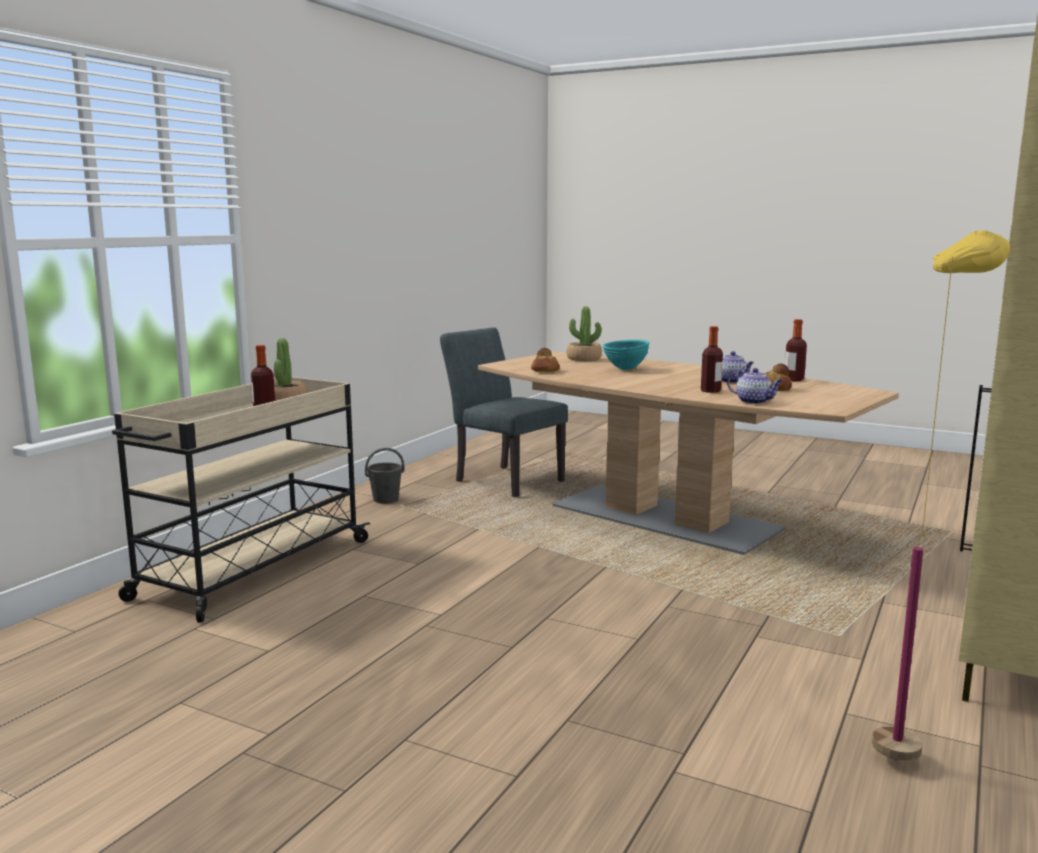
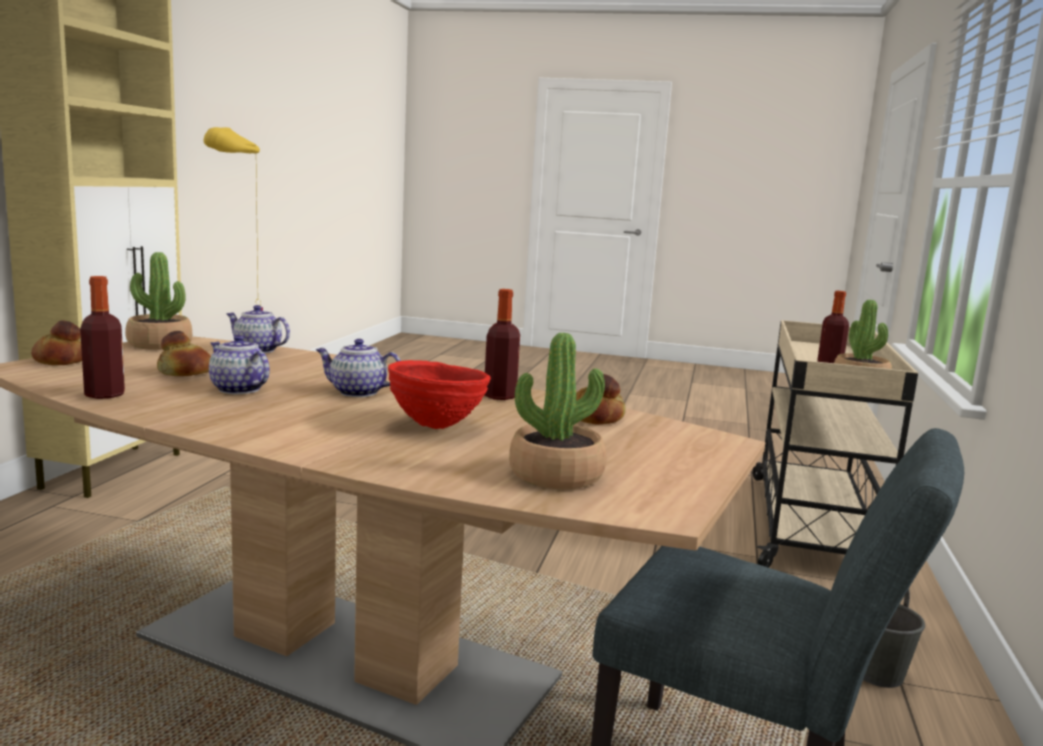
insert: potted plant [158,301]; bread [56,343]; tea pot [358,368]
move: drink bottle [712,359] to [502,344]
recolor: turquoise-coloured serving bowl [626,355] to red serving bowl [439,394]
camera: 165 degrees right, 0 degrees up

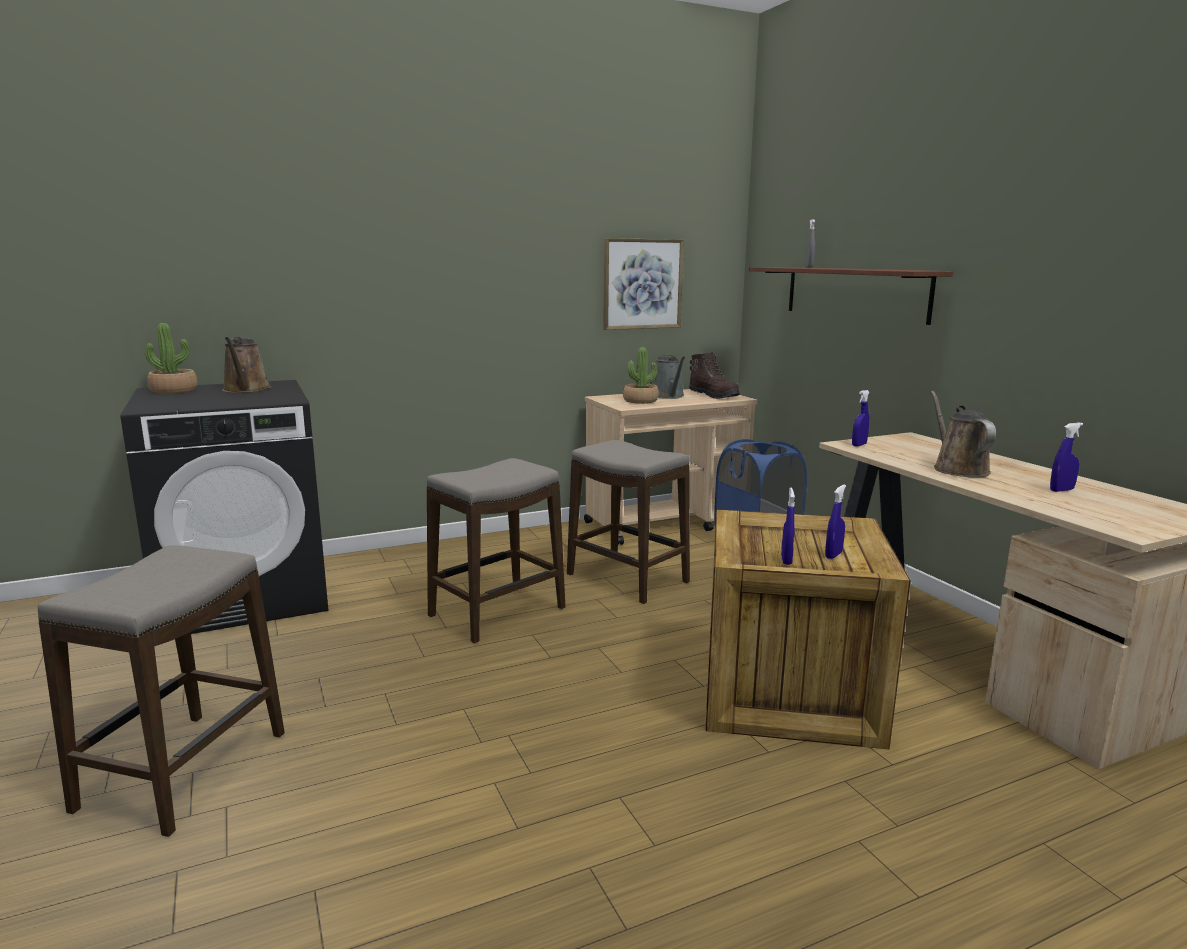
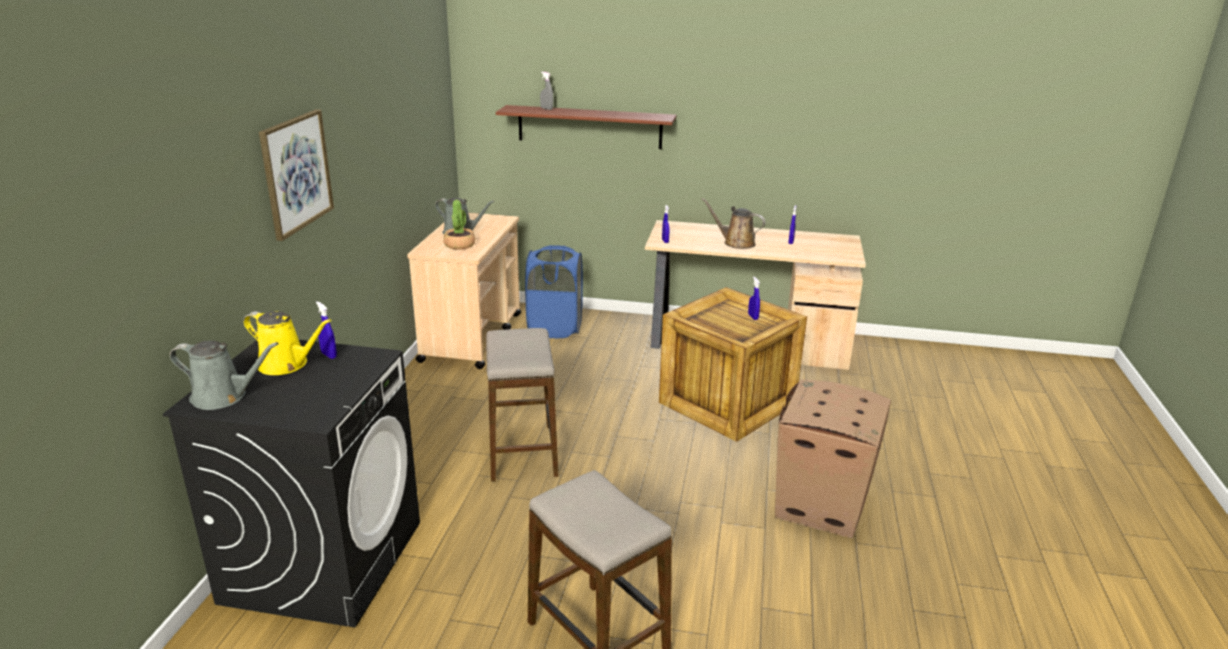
delete: brownish tall boot [714,375]; stool [628,522]
insert: cardboard box [833,459]
move: wall picture [643,284] to [296,175]; bluish sprayer [788,526] to [326,330]
replace: potted plant [171,358] to gray sprinkling can [224,375]
recolor: brownish sprinkling can [246,364] to yellowish sprinkling can [287,343]
camera: 55 degrees left, 10 degrees up

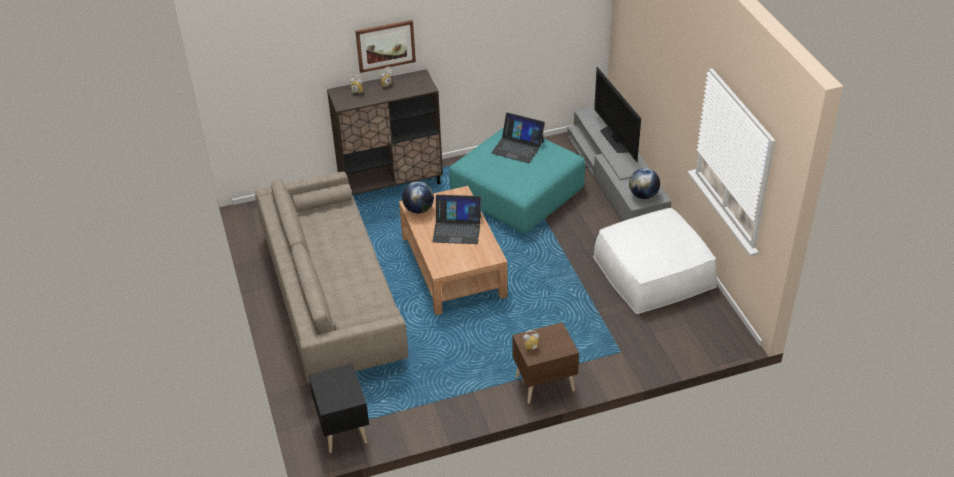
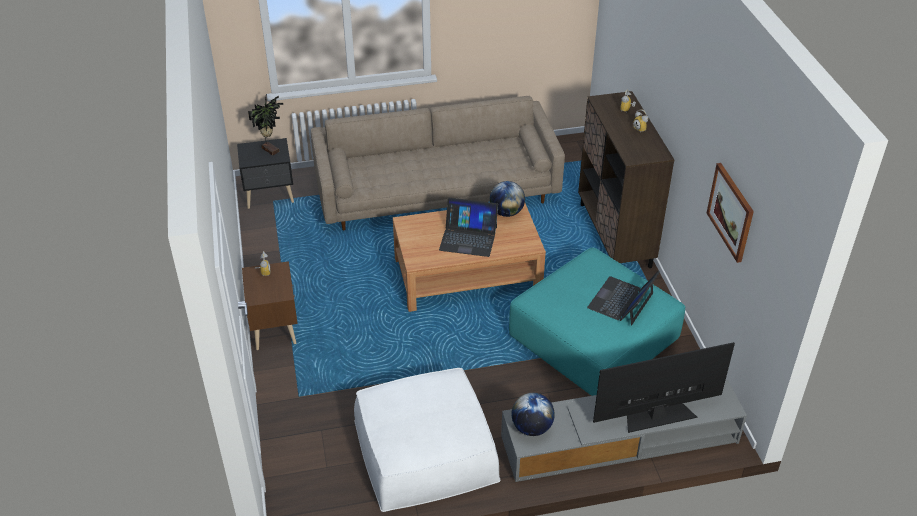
insert: potted plant [265,125]
move: wall picture [385,46] to [730,213]
rotate: laptop [456,219] = [468,227] 90 degrees counterclockwise
camera: 95 degrees right, 0 degrees up

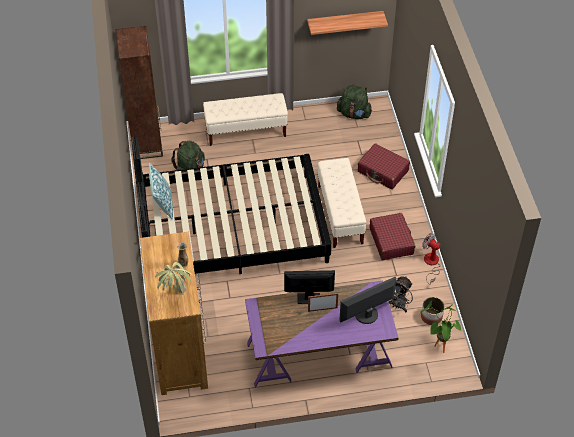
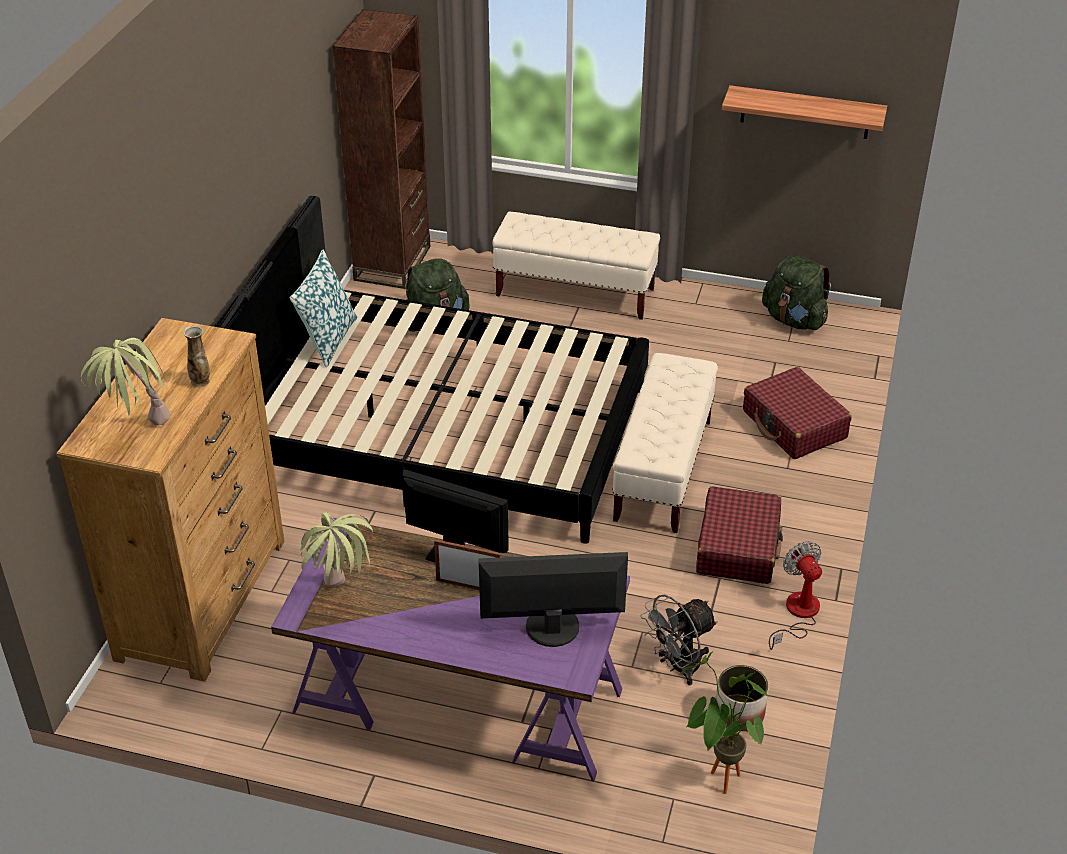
insert: potted plant [336,549]
camera: 25 degrees right, 10 degrees down

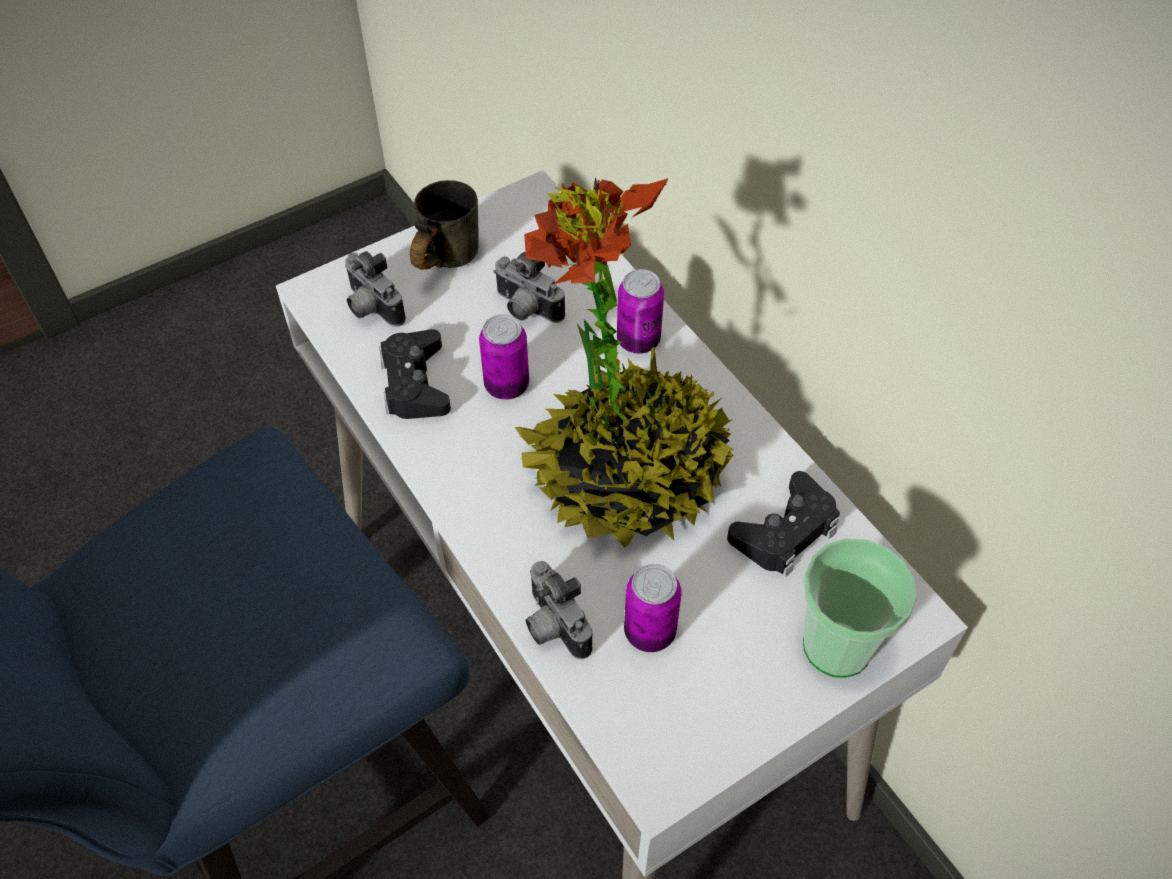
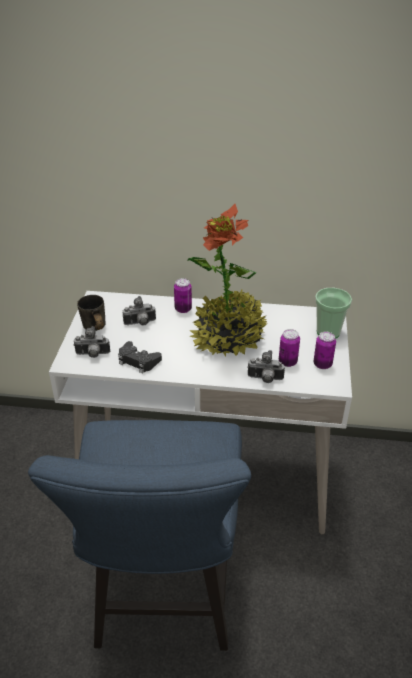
delete: blackish gamepad [783,524]
move: sealed can [504,357] to [324,350]
camera: 50 degrees left, 15 degrees down

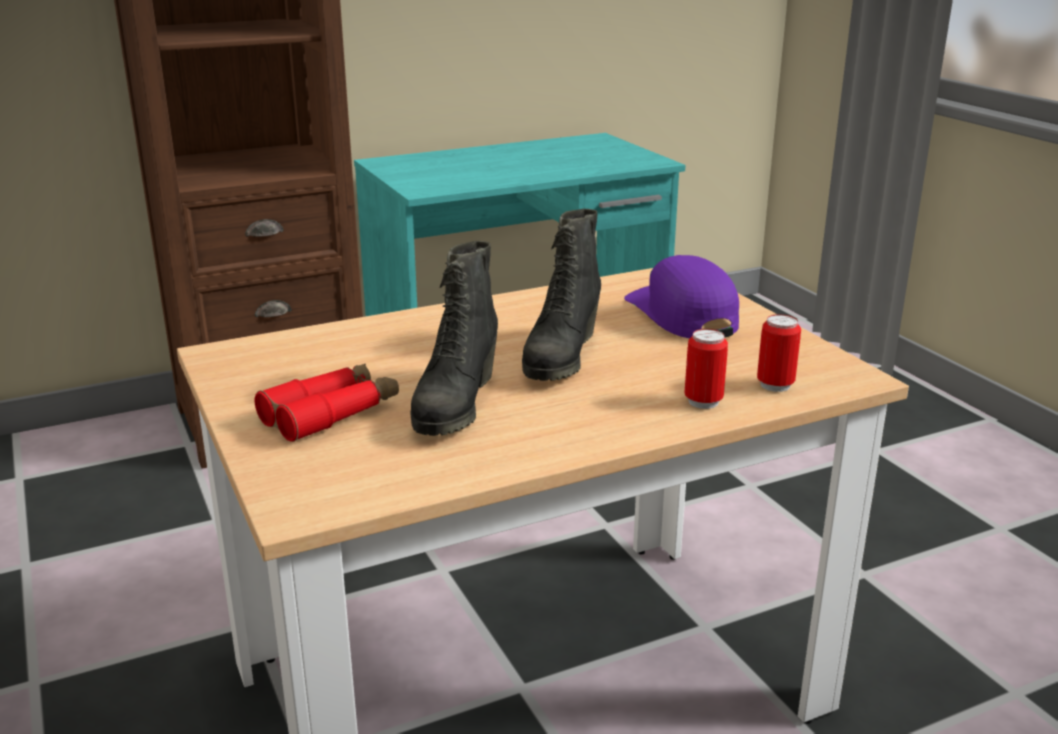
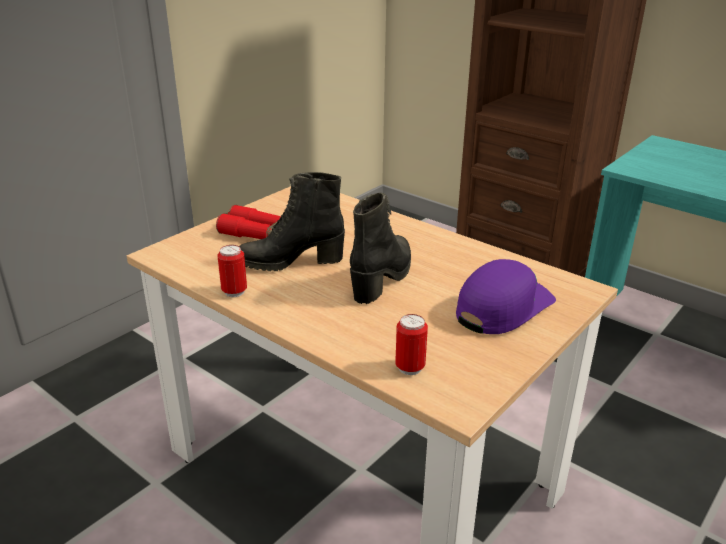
move: sealed can [706,369] to [232,271]
rotate: blackish tall boot [561,295] = [380,248] 120 degrees clockwise
camera: 65 degrees right, 5 degrees up

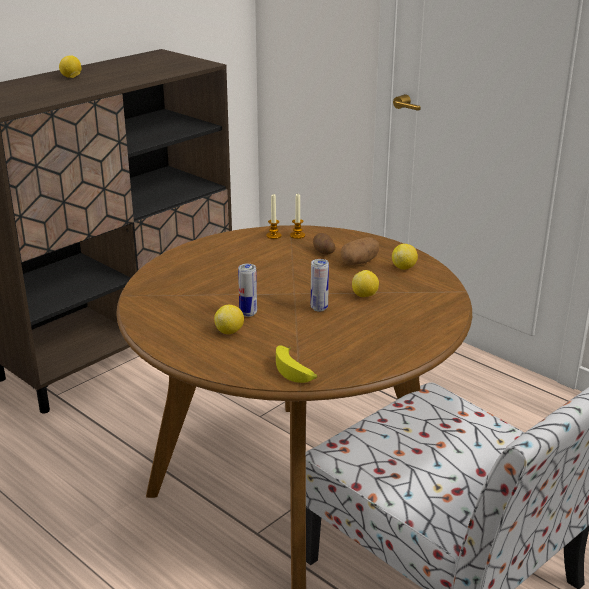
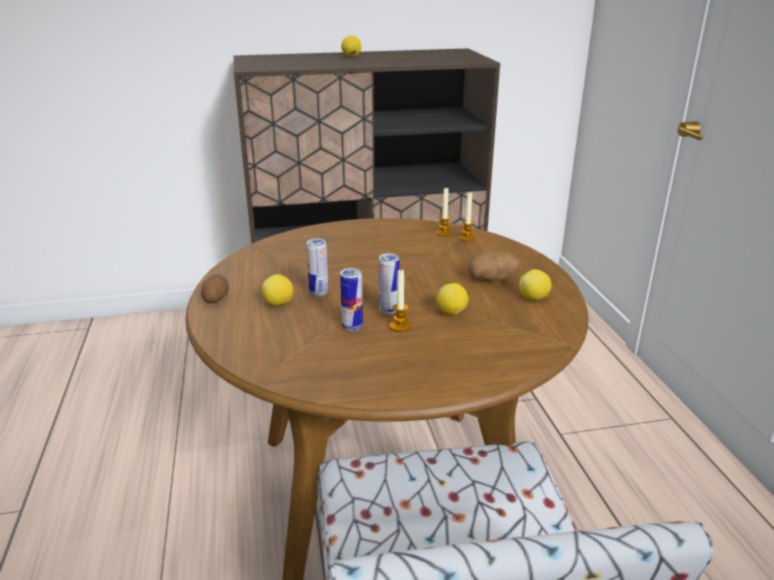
delete: banana fruit [296,364]
insert: sealed can [351,299]; candle [400,301]
move: spud [324,244] to [215,289]
camera: 35 degrees right, 0 degrees up

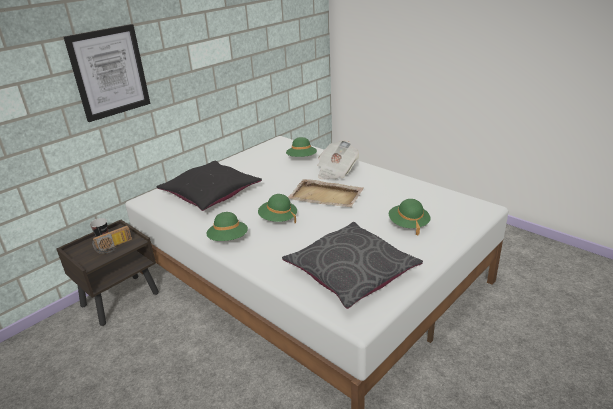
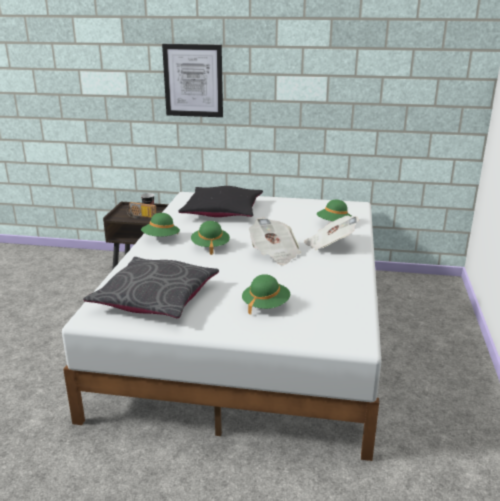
replace: sand-coloured serving tray [326,193] to printed paper [275,241]
camera: 55 degrees right, 5 degrees down

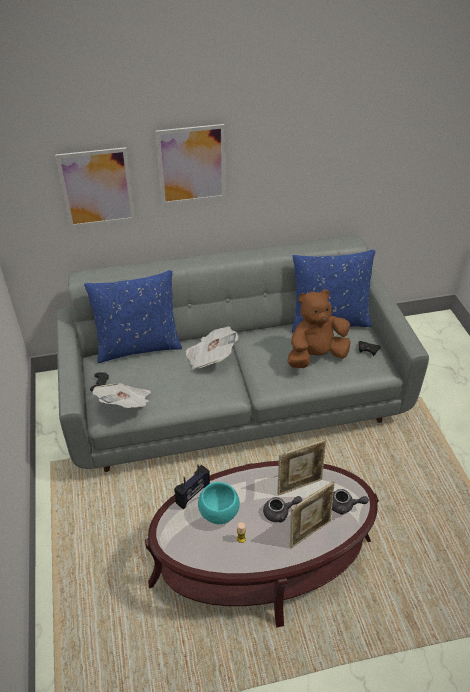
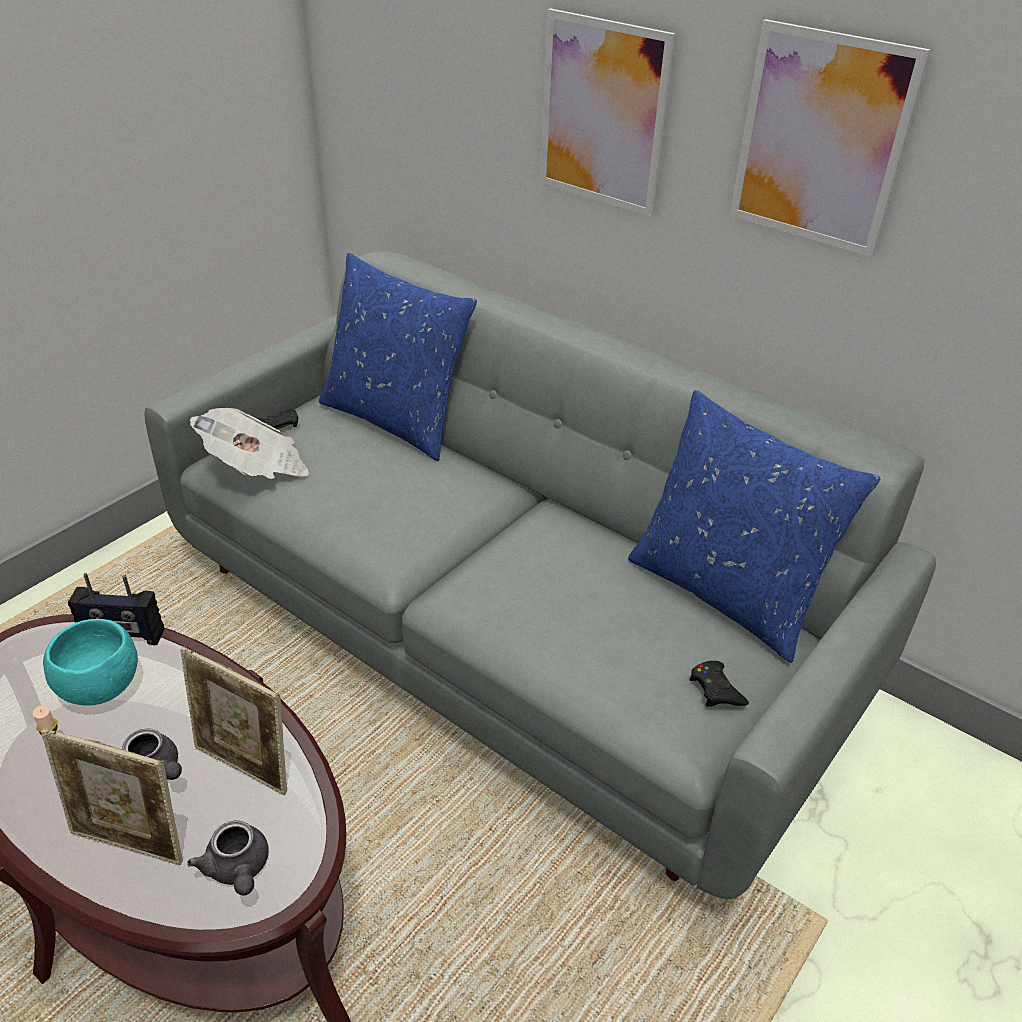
delete: brownish soft toy [319,328]; printed paper [212,347]
move: wall picture [95,187] to [830,138]
camera: 50 degrees right, 5 degrees down

